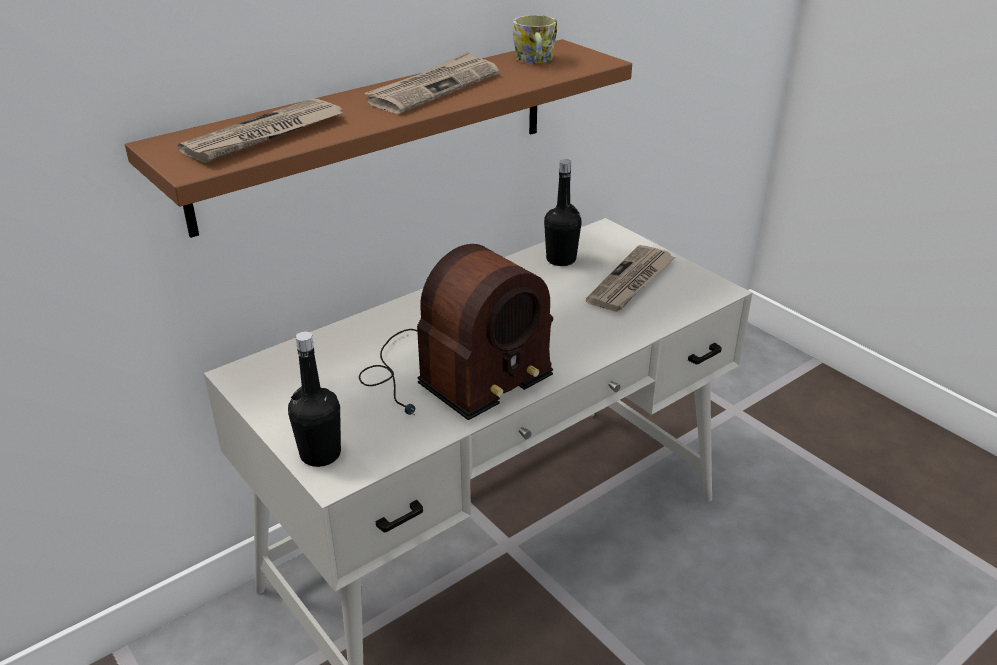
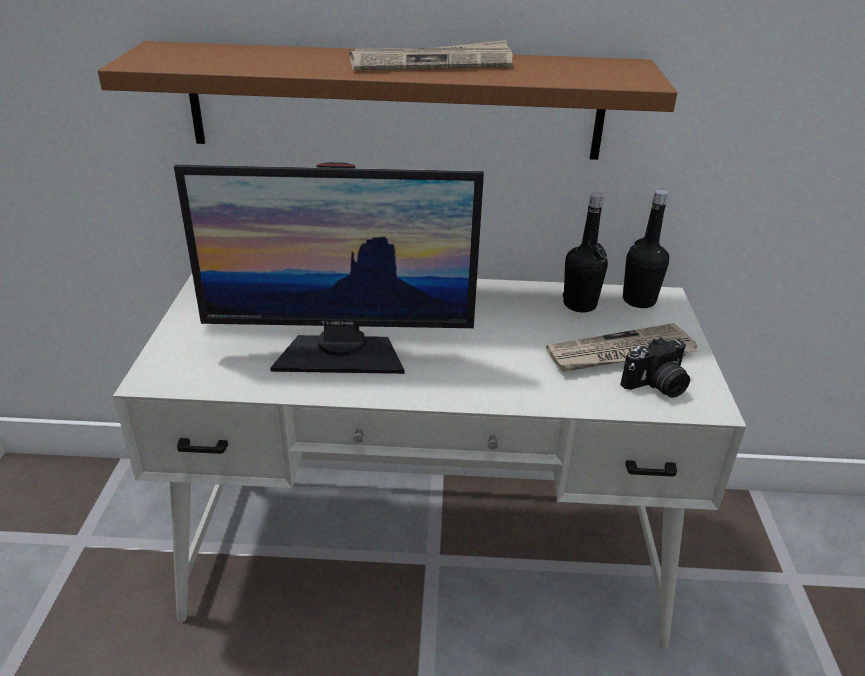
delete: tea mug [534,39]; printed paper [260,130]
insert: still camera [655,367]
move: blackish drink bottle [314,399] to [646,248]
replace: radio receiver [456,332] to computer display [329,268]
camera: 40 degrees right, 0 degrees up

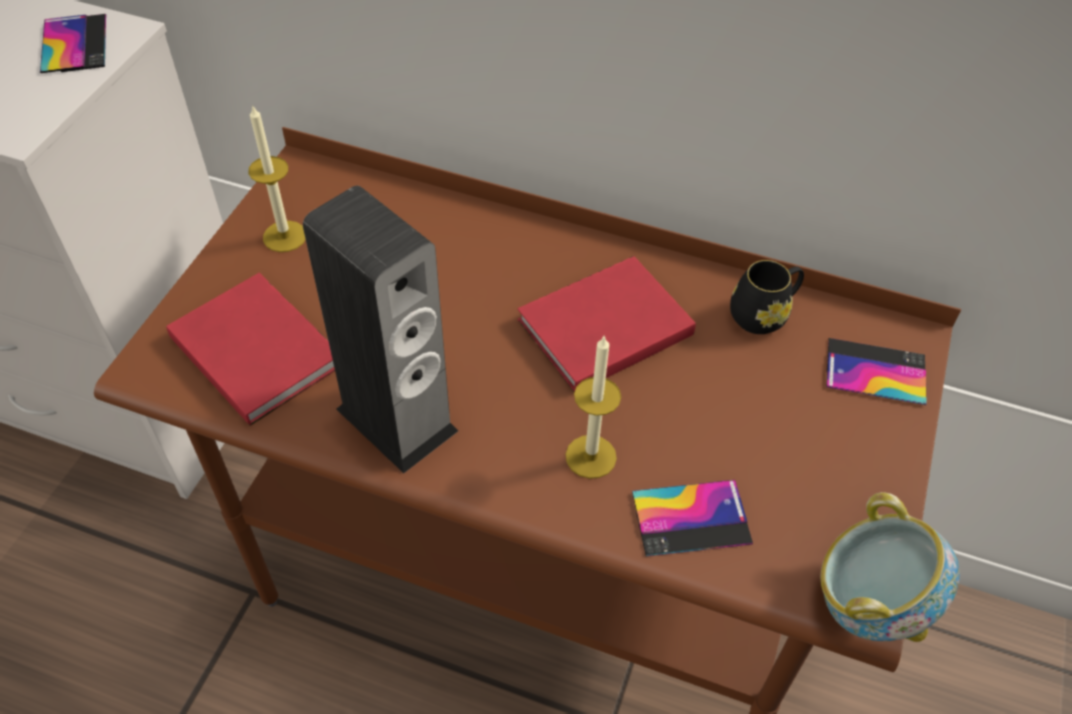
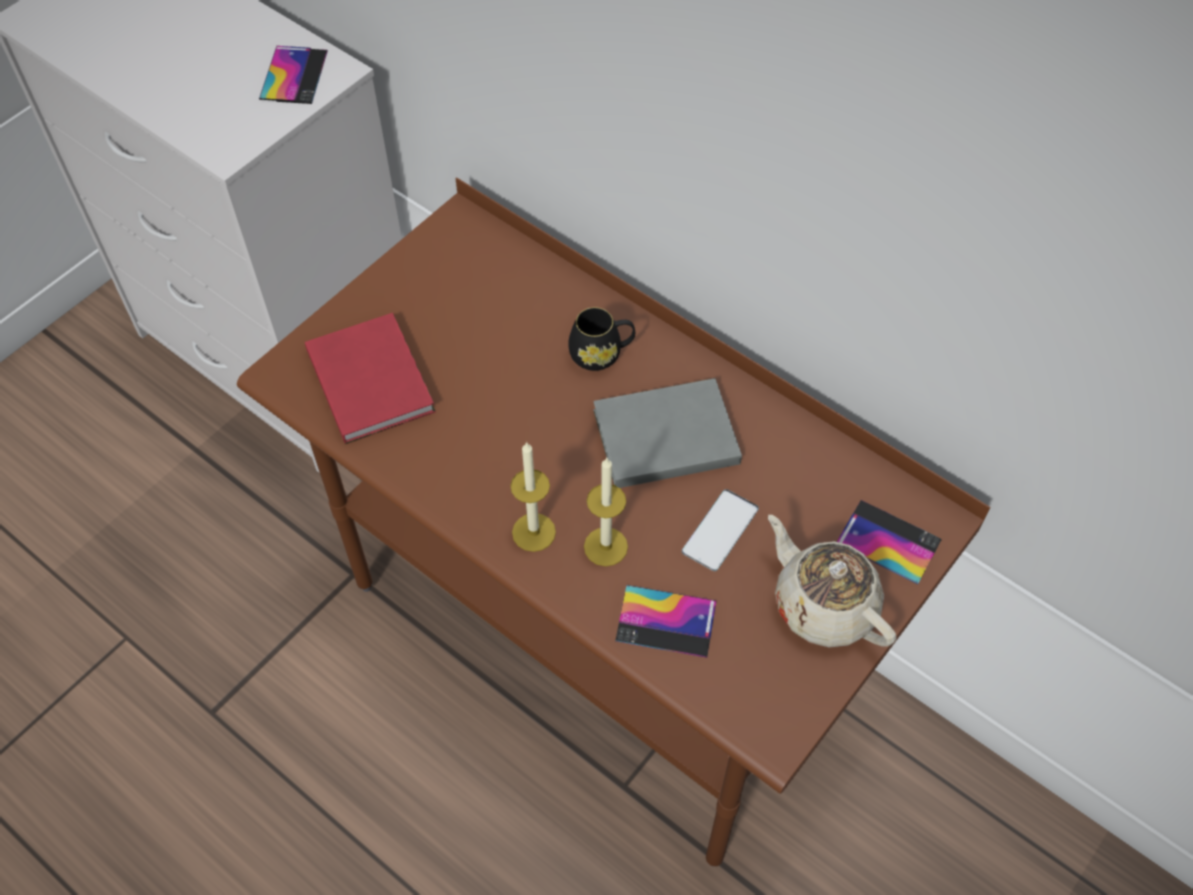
delete: audio speaker [380,329]; serving bowl [890,567]
insert: phone [720,530]; sand-coloured tea pot [832,581]
move: candle [277,178] to [533,497]; blackish tea mug [767,297] to [601,339]
recolor: red bound book [607,324] to gray bound book [667,433]
camera: 20 degrees right, 5 degrees up

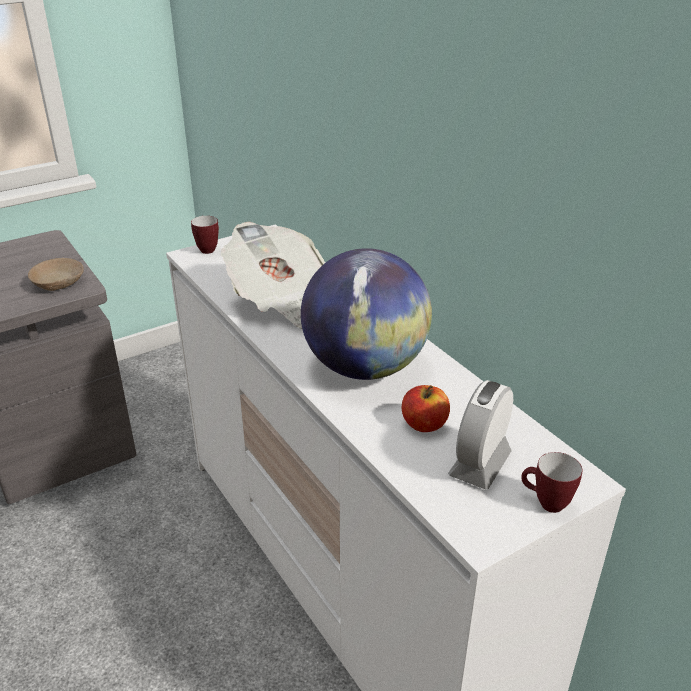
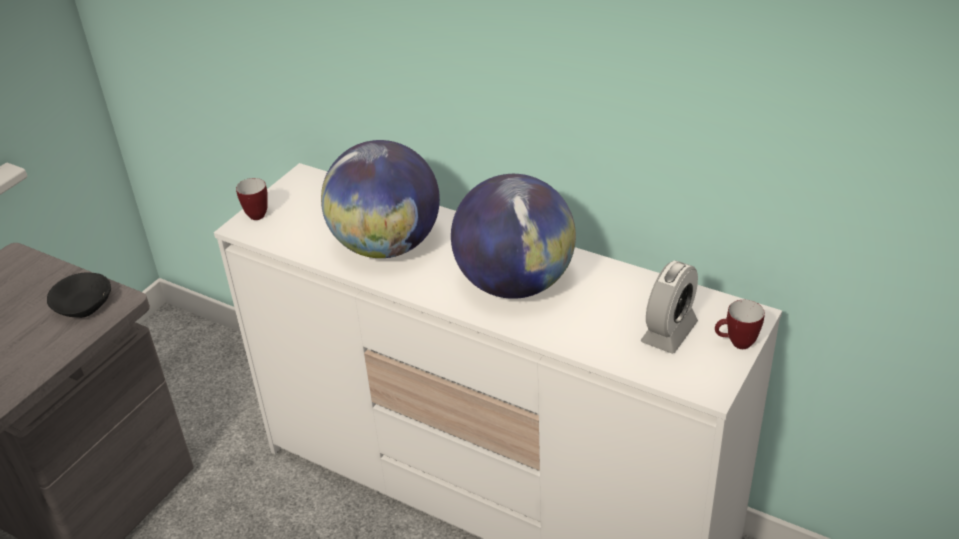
delete: whole apple [426,408]
replace: printed paper [273,275] to desk globe [380,199]
recolor: sand-coloured serving bowl [56,274] to blackish serving bowl [79,295]
rotate: bedside clock [480,434] = [669,307] 150 degrees counterclockwise
camera: 25 degrees left, 5 degrees up

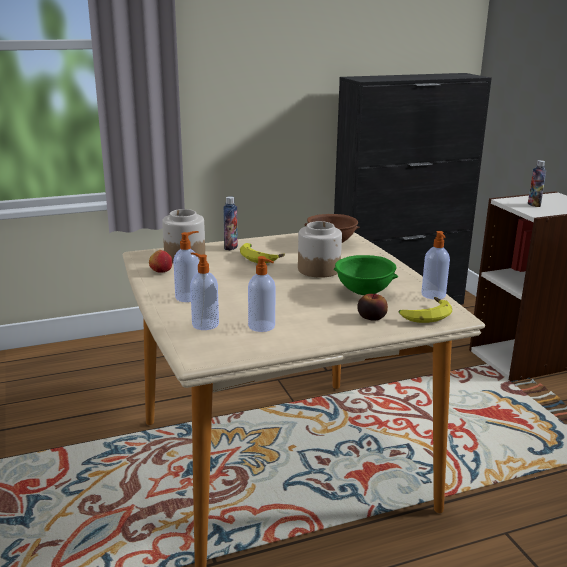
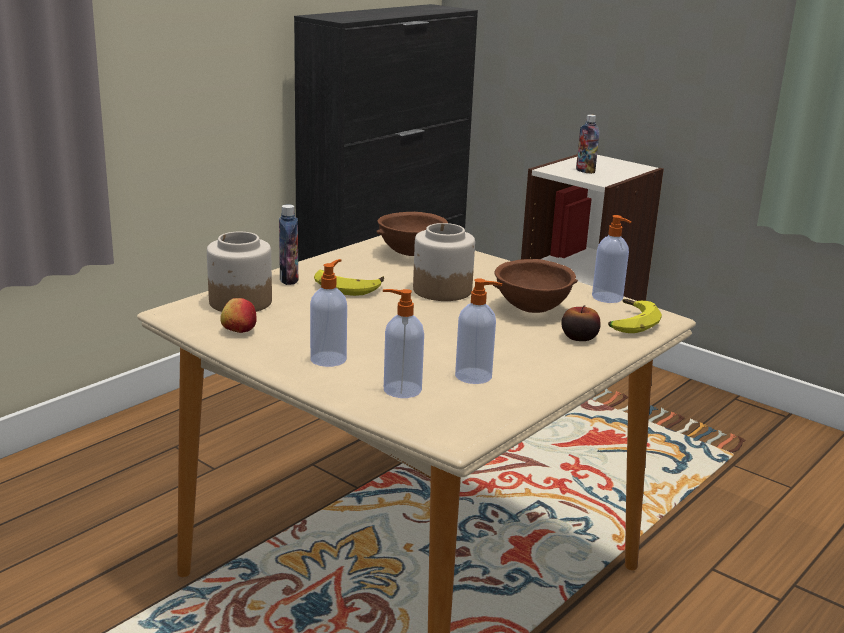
recolor: green-coloured serving bowl [366,275] to brownish serving bowl [535,286]
camera: 30 degrees left, 0 degrees up

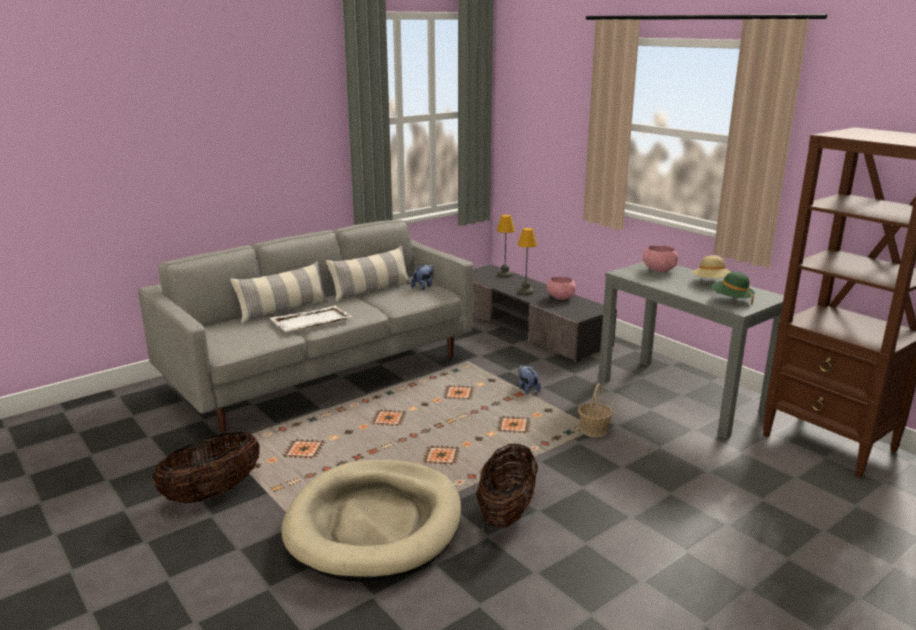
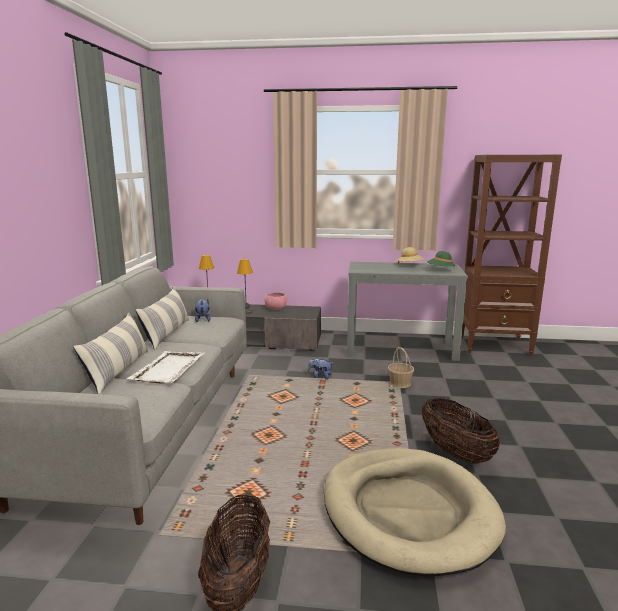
delete: pinkish serving bowl [660,258]
camera: 45 degrees left, 5 degrees down

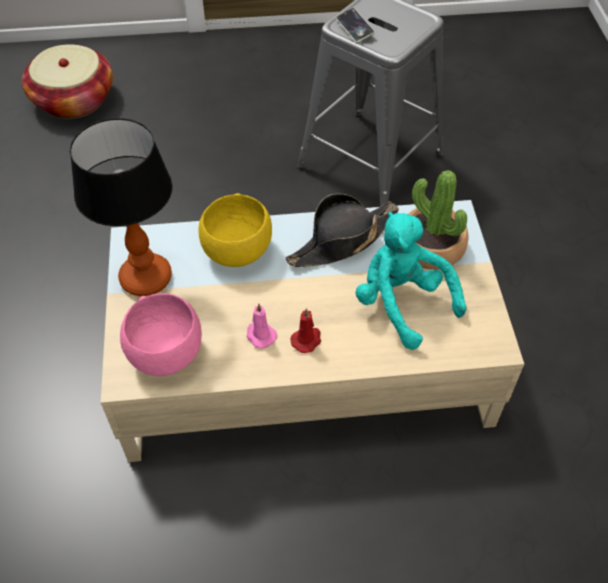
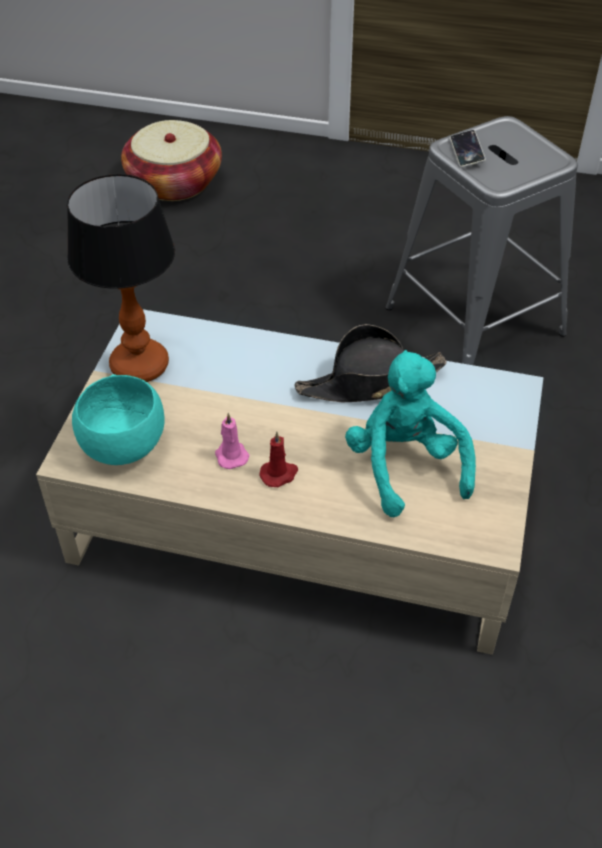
delete: potted plant [438,220]; yellowish serving bowl [235,230]
recolor: pinkish serving bowl [161,334] to turquoise-coloured serving bowl [118,419]
camera: 20 degrees right, 5 degrees down

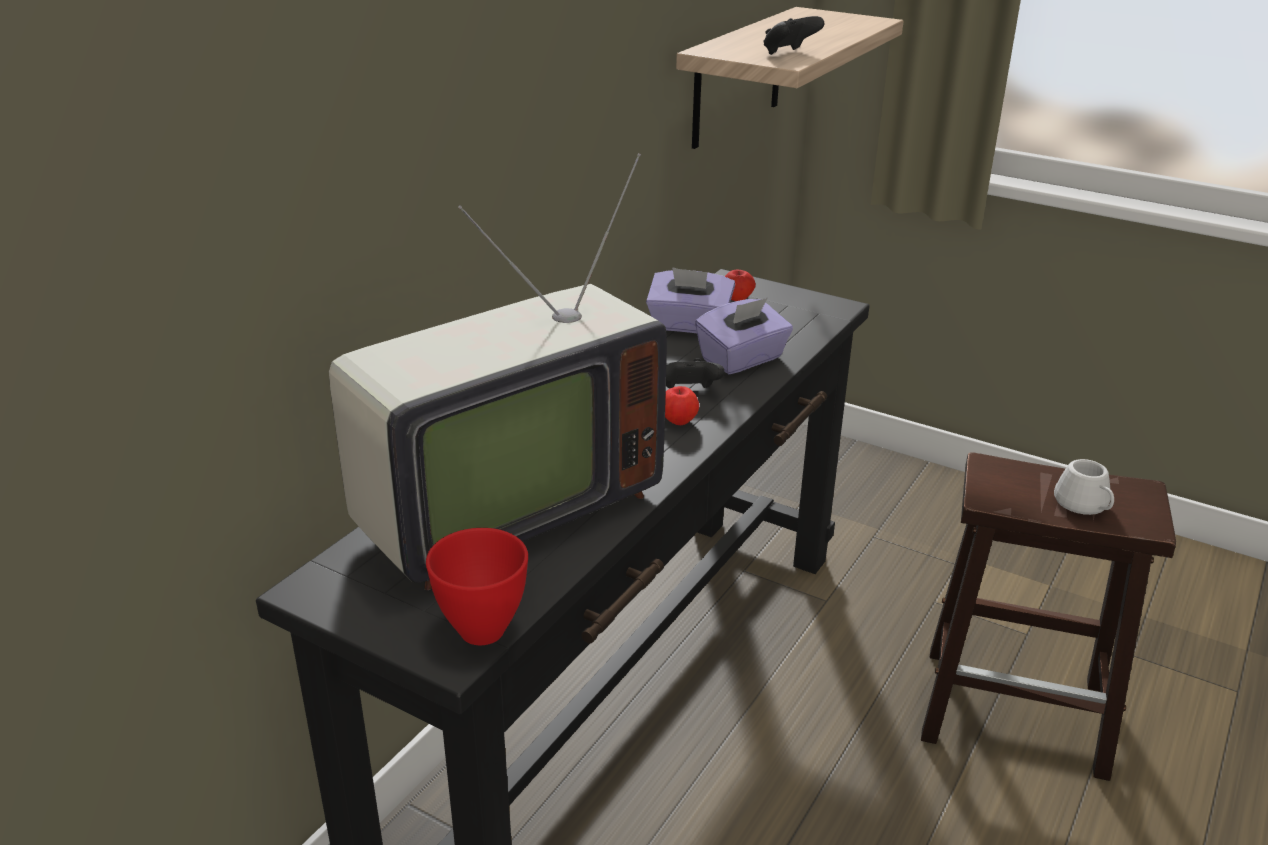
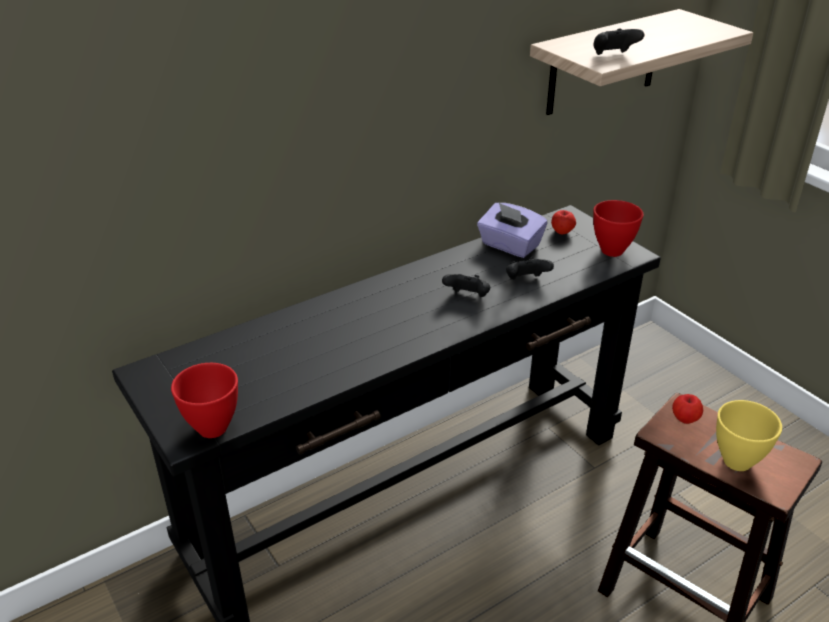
delete: television [498,371]
insert: red serving bowl [618,228]
move: whole apple [682,405] to [687,409]
replace: purple-coloured tissue holder [744,335] to blackish gamepad [530,268]; white-coloured tea mug [1084,487] to yellowish serving bowl [749,435]
camera: 25 degrees right, 5 degrees up

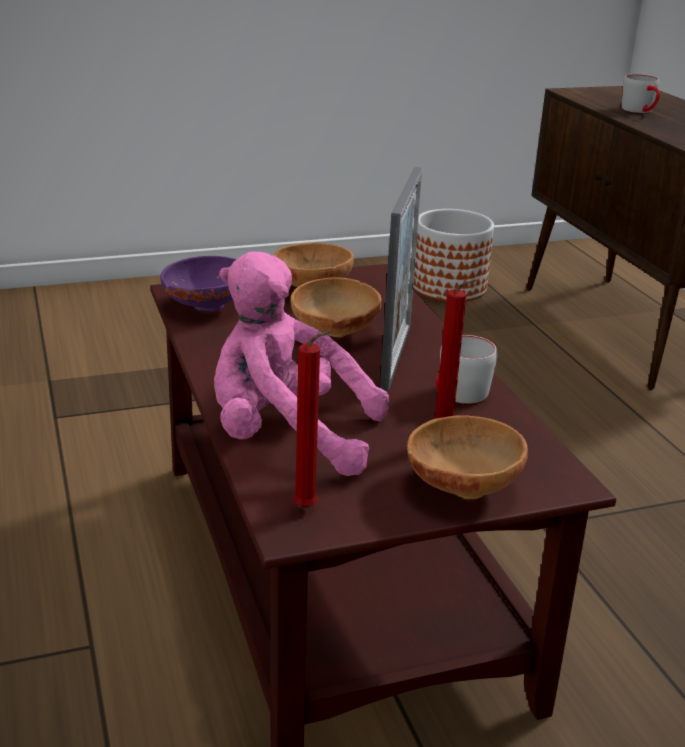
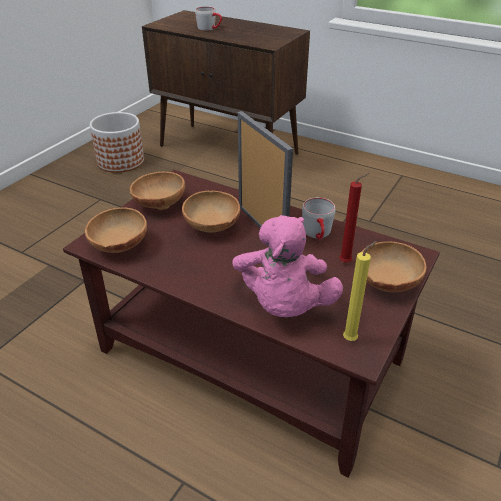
recolor: purple-coloured serving bowl [198,284] to brownish serving bowl [116,230]; red candle [313,419] to yellowish candle [360,291]
rotate: pinkish soft toy [301,364] = [288,266] 60 degrees counterclockwise
camera: 40 degrees left, 10 degrees up

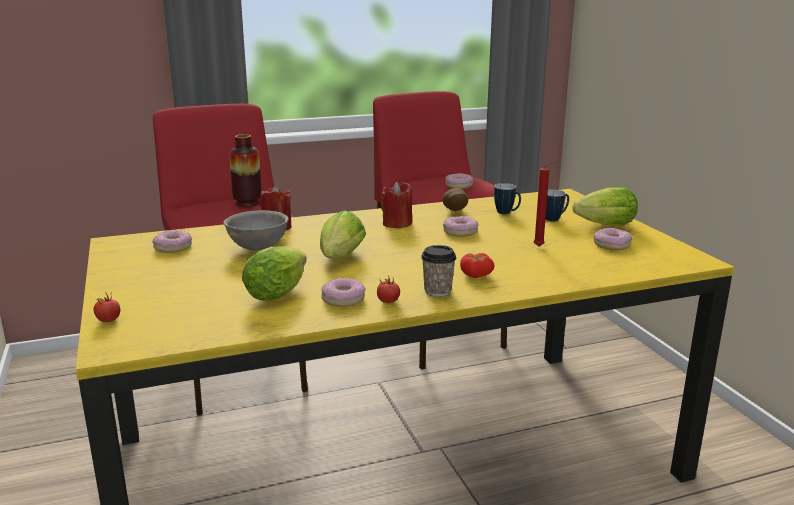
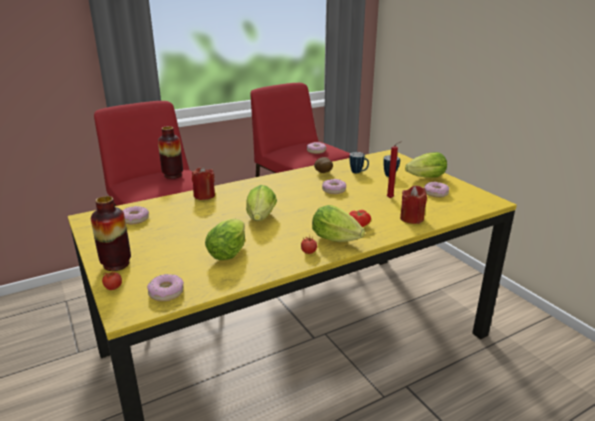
delete: gray serving bowl [256,230]
insert: decorative vase [111,233]
move: red candle [396,205] to [413,205]; ring doughnut [343,292] to [165,287]
replace: small cup [438,270] to lettuce [338,223]
camera: 10 degrees left, 5 degrees up

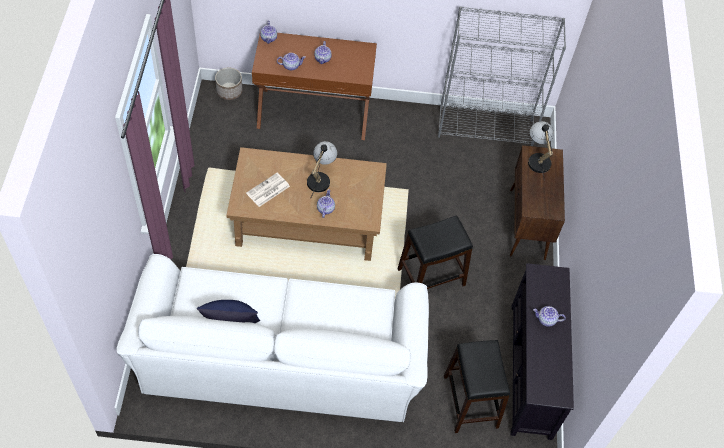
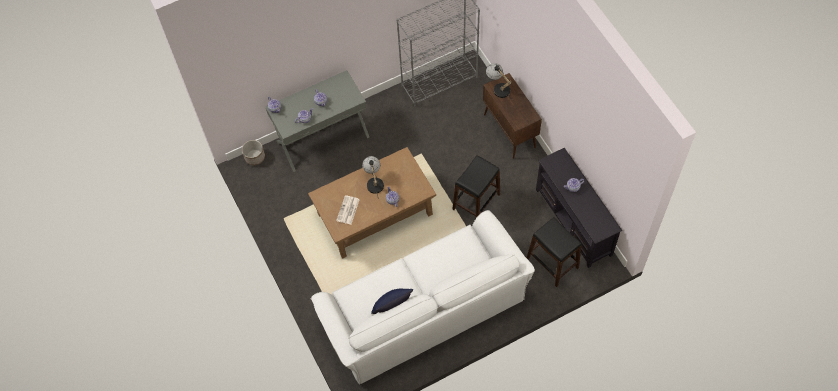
recolor: brownish narrow table [314,86] to gray narrow table [317,121]
camera: 25 degrees left, 5 degrees up

